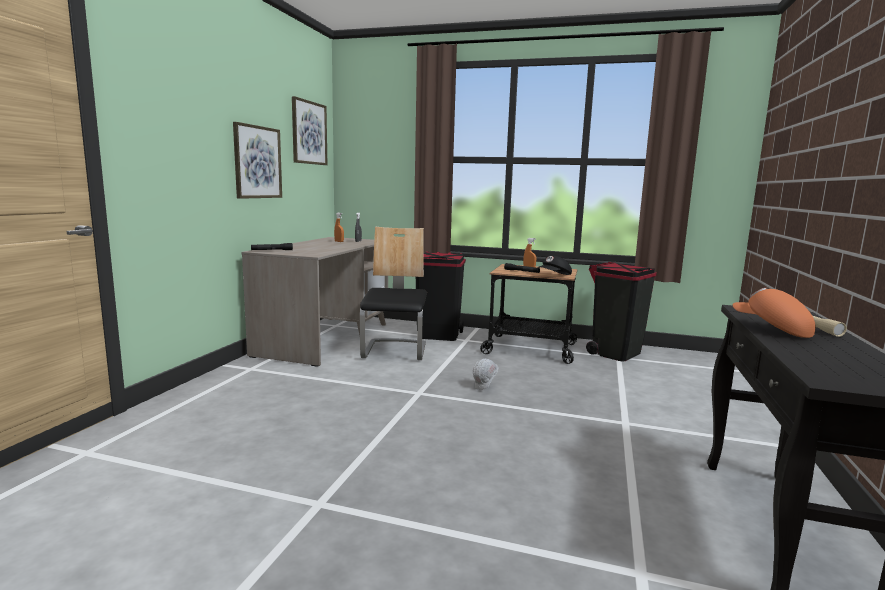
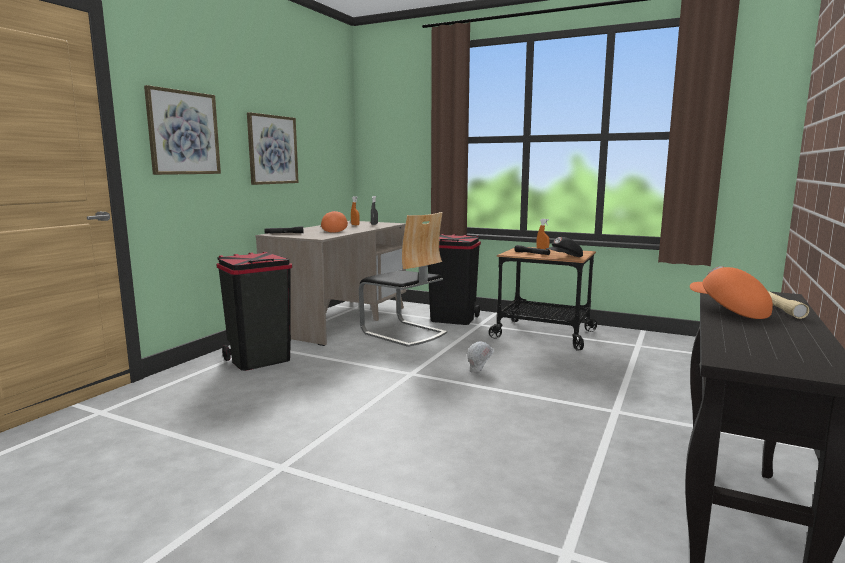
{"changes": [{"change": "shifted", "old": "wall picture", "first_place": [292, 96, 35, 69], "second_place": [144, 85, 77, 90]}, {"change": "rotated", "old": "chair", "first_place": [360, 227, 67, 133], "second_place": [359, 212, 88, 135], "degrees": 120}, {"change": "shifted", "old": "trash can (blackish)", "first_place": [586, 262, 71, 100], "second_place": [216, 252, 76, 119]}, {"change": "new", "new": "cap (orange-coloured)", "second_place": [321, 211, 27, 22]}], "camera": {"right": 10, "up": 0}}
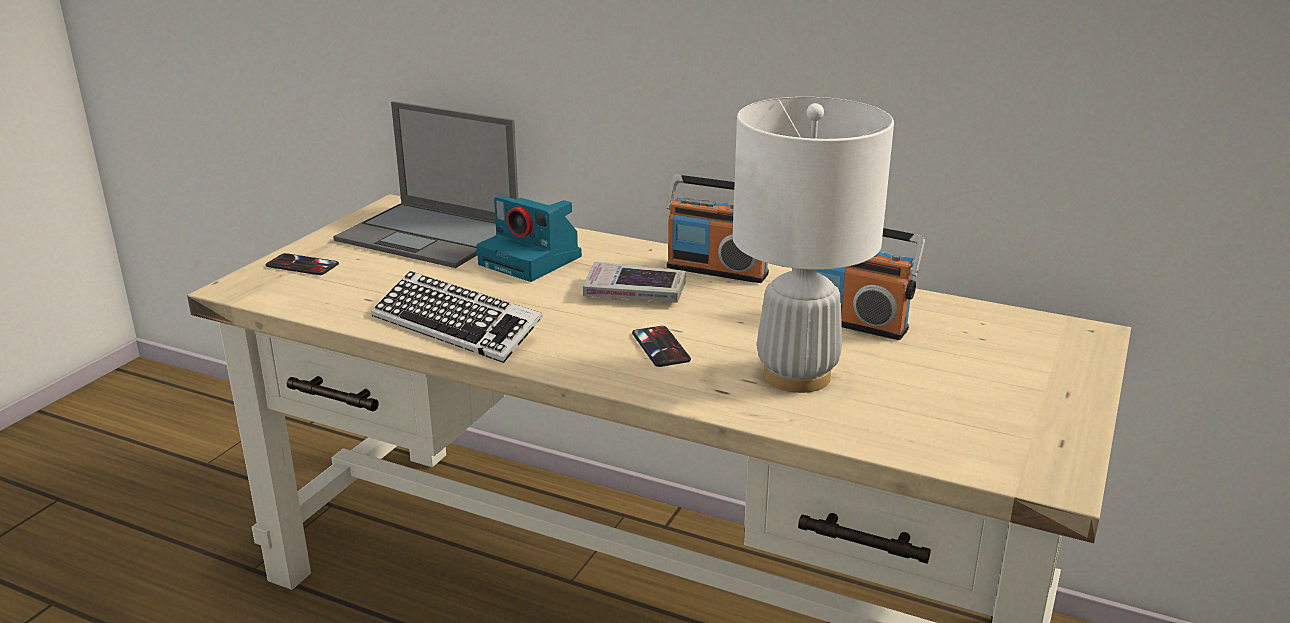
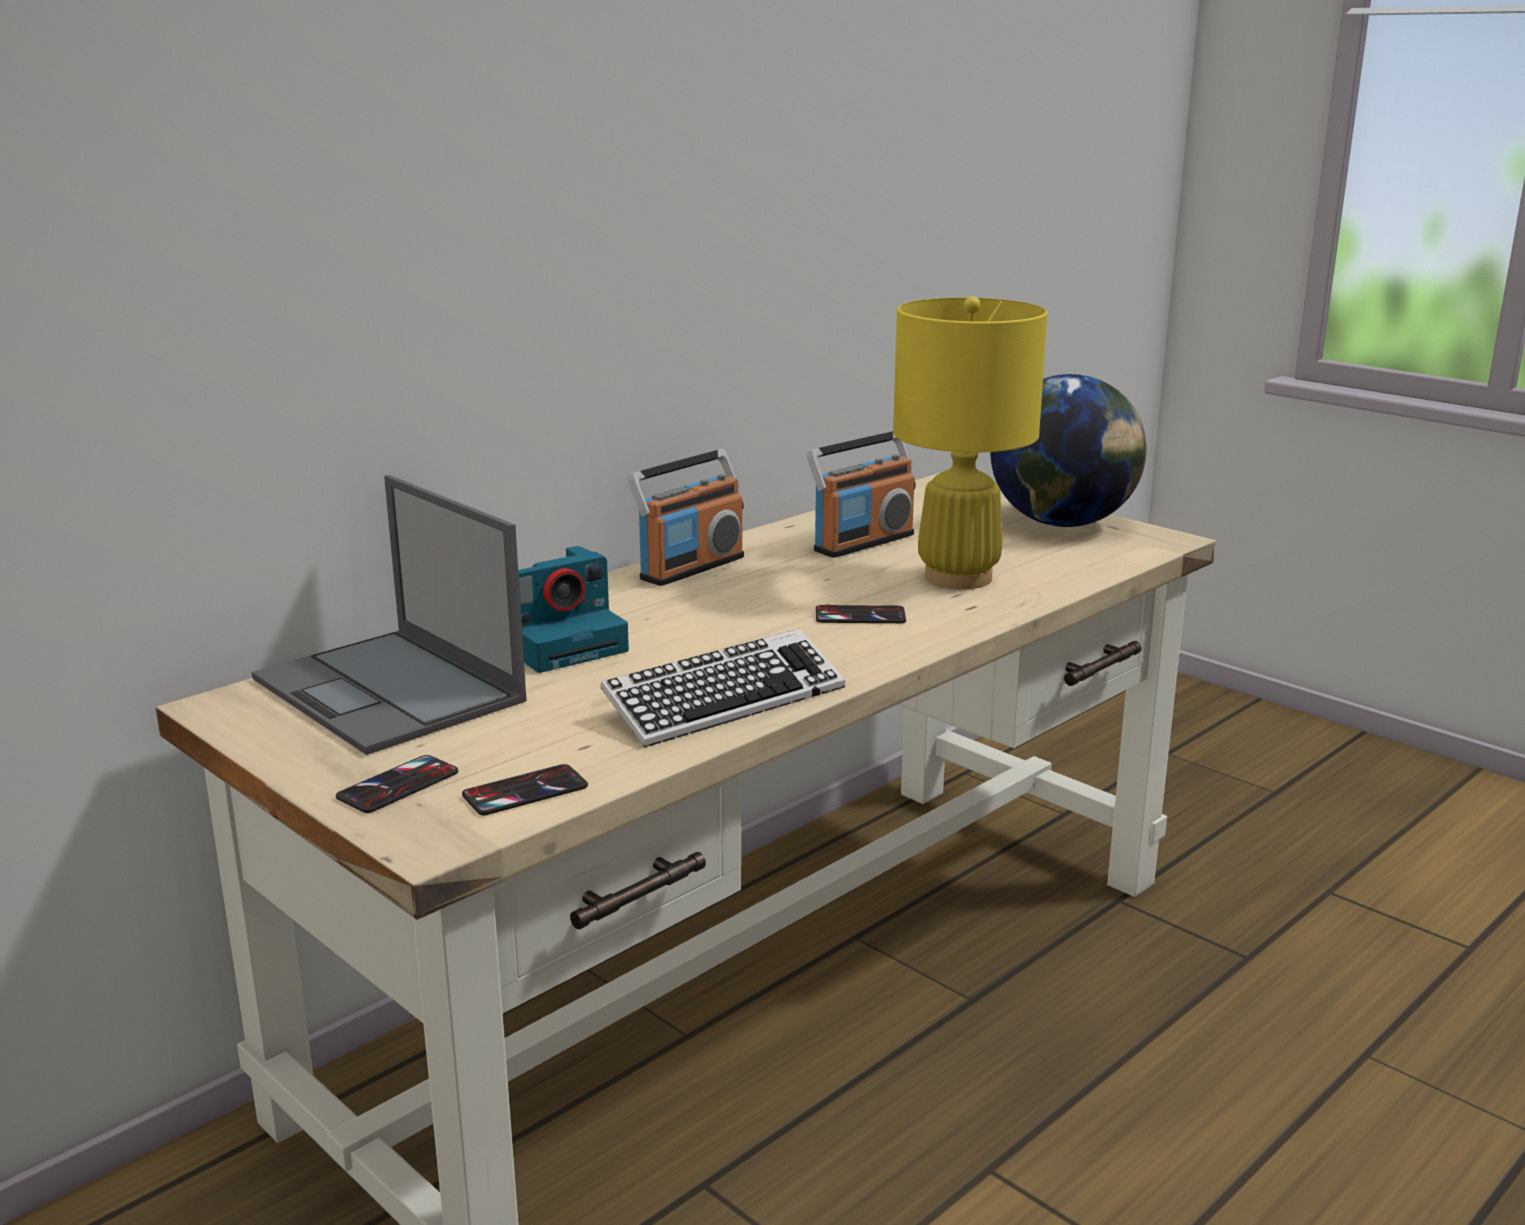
{"changes": [{"change": "rotated", "old": "laptop", "first_place": [333, 101, 185, 167], "second_place": [252, 475, 275, 280], "degrees": 90}, {"change": "gone", "old": "volume", "first_place": [583, 261, 103, 42]}, {"change": "repainted", "old": "table lamp (white-coloured)", "new": "table lamp (yellow-coloured)", "first_place": [732, 97, 162, 296], "second_place": [893, 296, 155, 293]}, {"change": "new", "new": "handset", "second_place": [462, 764, 126, 51]}, {"change": "new", "new": "desk globe", "second_place": [990, 374, 157, 153]}], "camera": {"right": -70, "up": -5}}
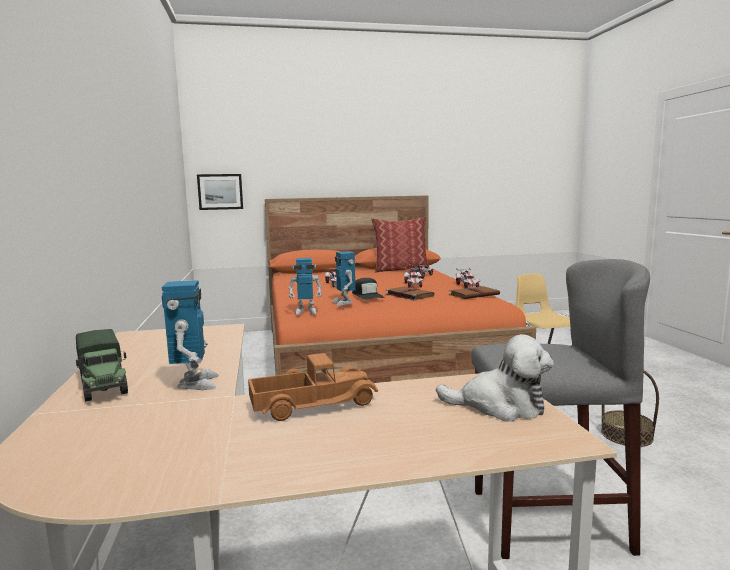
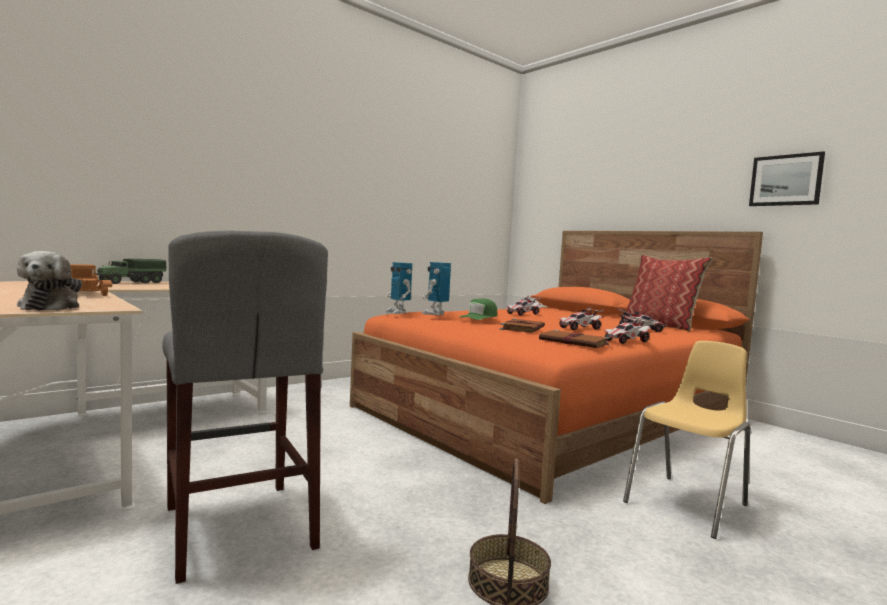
{"changes": [{"change": "gone", "old": "robot figure", "first_place": [162, 280, 57, 110]}, {"change": "shifted", "old": "wall picture", "first_place": [197, 174, 46, 36], "second_place": [749, 151, 76, 55]}, {"change": "repainted", "old": "cap (blackish)", "new": "cap (green-coloured)", "first_place": [352, 278, 32, 22], "second_place": [460, 298, 37, 22]}], "camera": {"right": 60, "up": -5}}
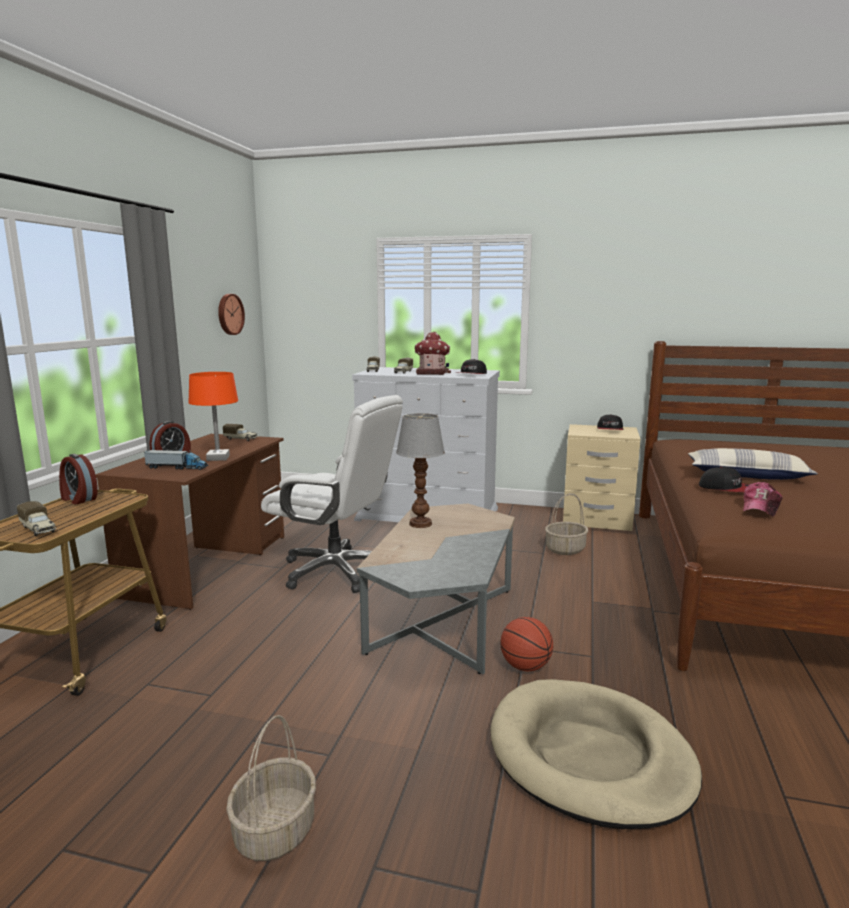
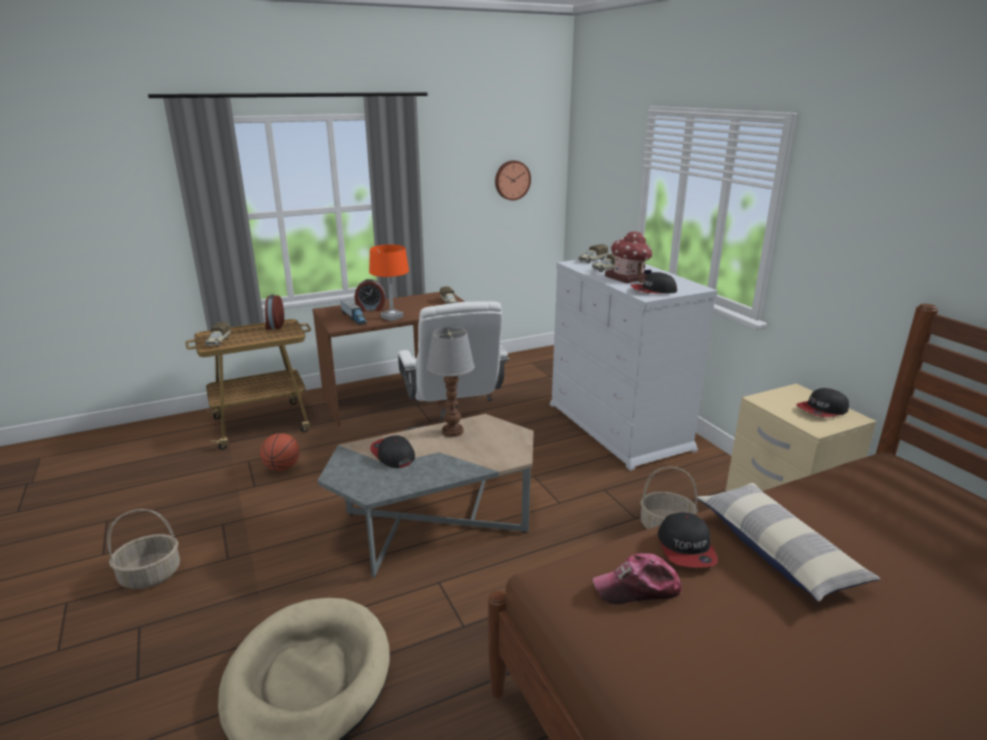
{"changes": [{"change": "shifted", "old": "basketball ball", "first_place": [501, 617, 52, 54], "second_place": [260, 433, 40, 38]}, {"change": "new", "new": "cap", "second_place": [370, 435, 45, 33]}], "camera": {"right": 50, "up": 10}}
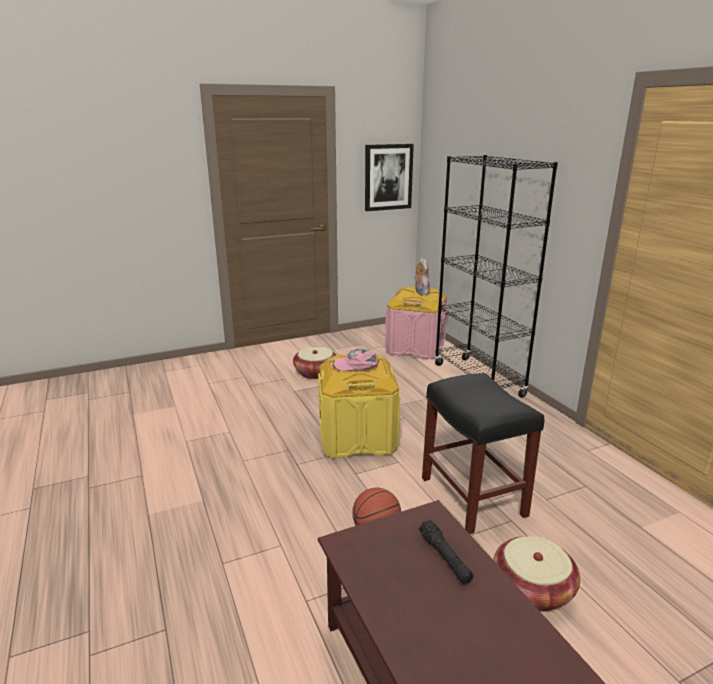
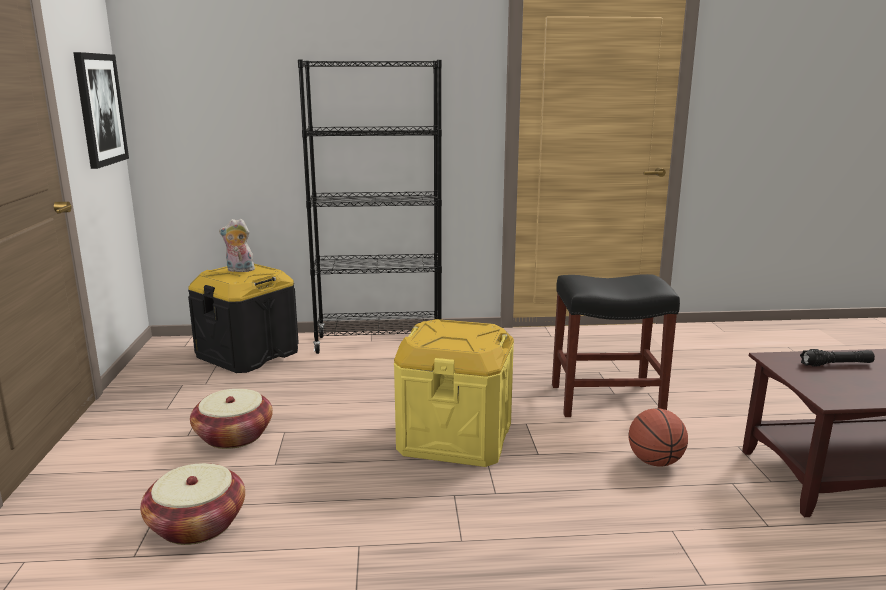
{"changes": [{"change": "gone", "old": "cap (pinkish)", "first_place": [332, 349, 47, 22]}, {"change": "repainted", "old": "storage box (pinkish)", "new": "storage box (blackish)", "first_place": [385, 287, 63, 72], "second_place": [188, 264, 111, 109]}, {"change": "shifted", "old": "basket", "first_place": [493, 536, 87, 76], "second_place": [140, 463, 105, 82]}], "camera": {"right": -70, "up": -5}}
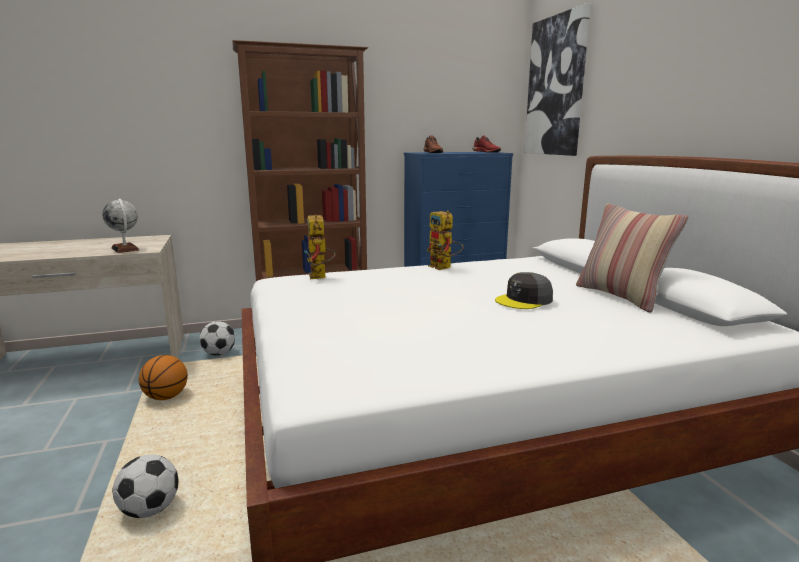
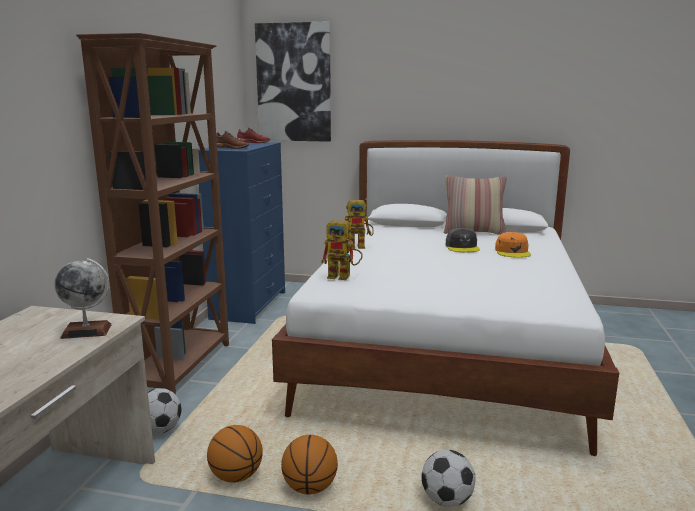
{"changes": [{"change": "new", "new": "basketball ball", "second_place": [281, 435, 57, 59]}, {"change": "new", "new": "cap (orange-coloured)", "second_place": [495, 232, 36, 26]}], "camera": {"right": -60, "up": 0}}
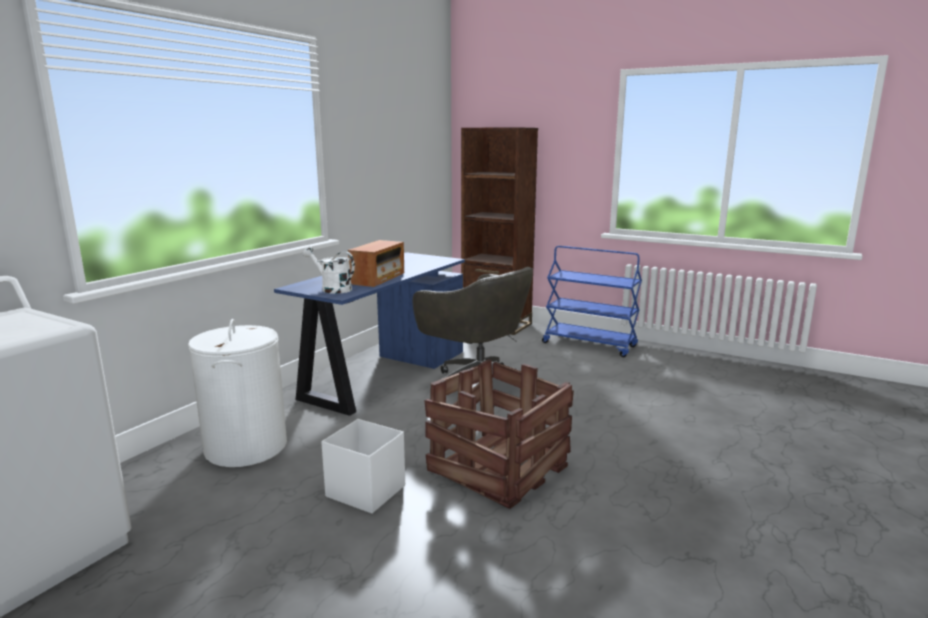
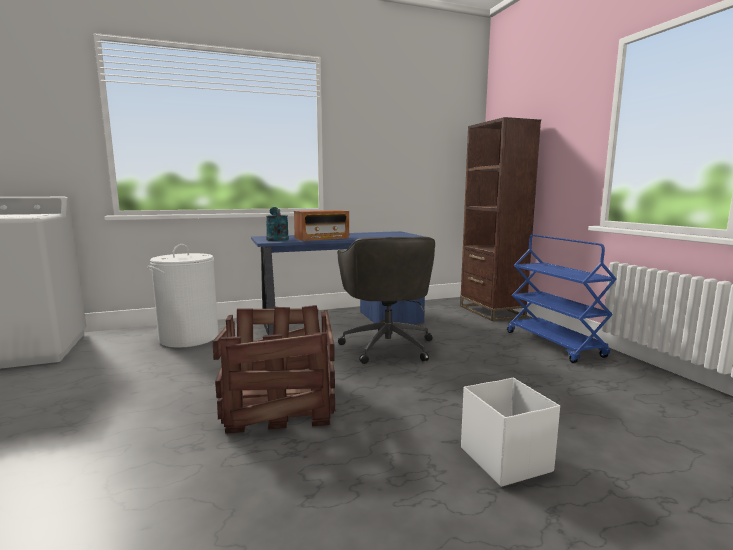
{"changes": [{"change": "repainted", "old": "watering pot (white-coloured)", "new": "watering pot (blue-green)", "first_place": [303, 246, 52, 48], "second_place": [266, 207, 23, 34]}, {"change": "shifted", "old": "storage box (white-coloured)", "first_place": [321, 419, 84, 95], "second_place": [461, 378, 99, 109]}], "camera": {"right": 40, "up": -5}}
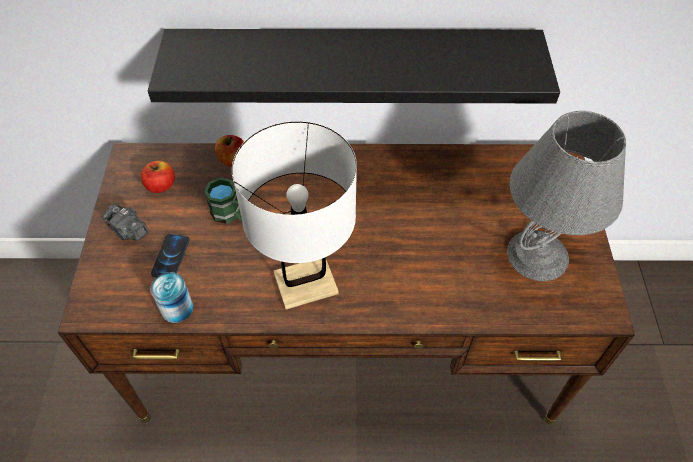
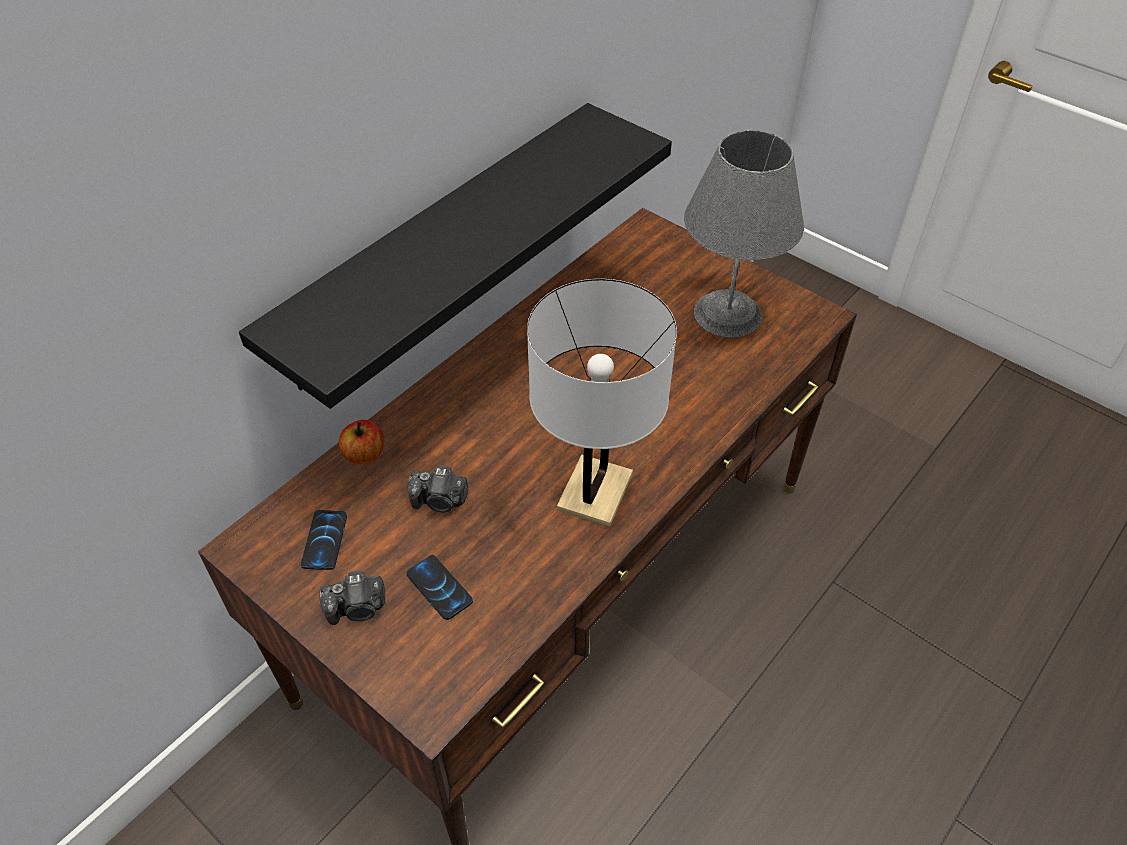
{"changes": [{"change": "swapped", "old": "apple fruit", "new": "handset", "first_place": [141, 161, 34, 32], "second_place": [301, 510, 46, 60]}, {"change": "gone", "old": "can", "first_place": [150, 272, 43, 51]}, {"change": "swapped", "old": "coffee mug (green-coloured)", "new": "still camera", "first_place": [204, 177, 38, 47], "second_place": [407, 465, 62, 47]}], "camera": {"right": -50, "up": -5}}
